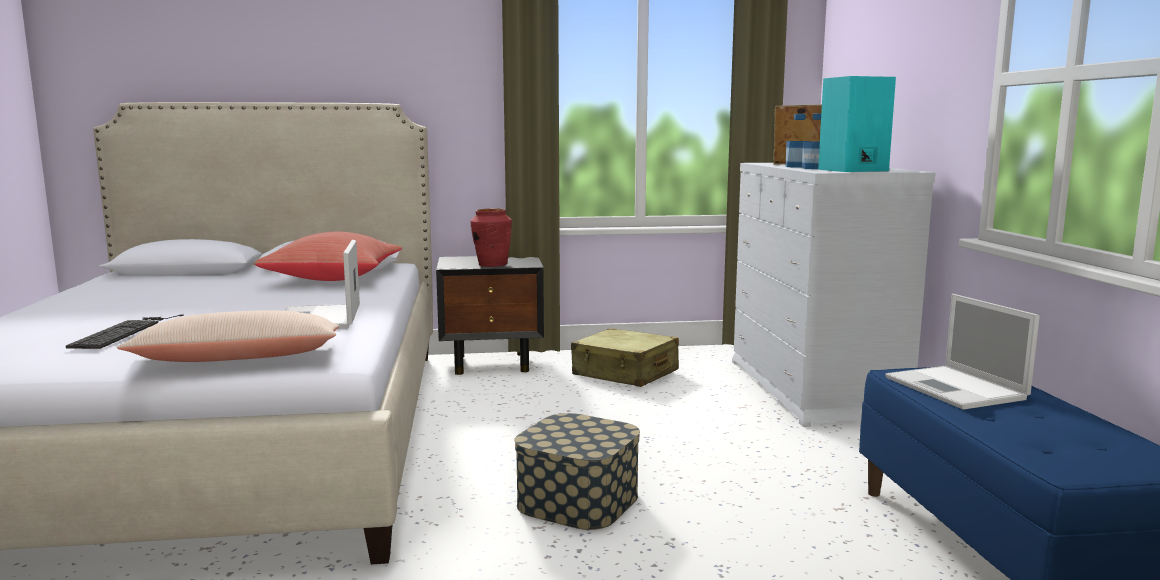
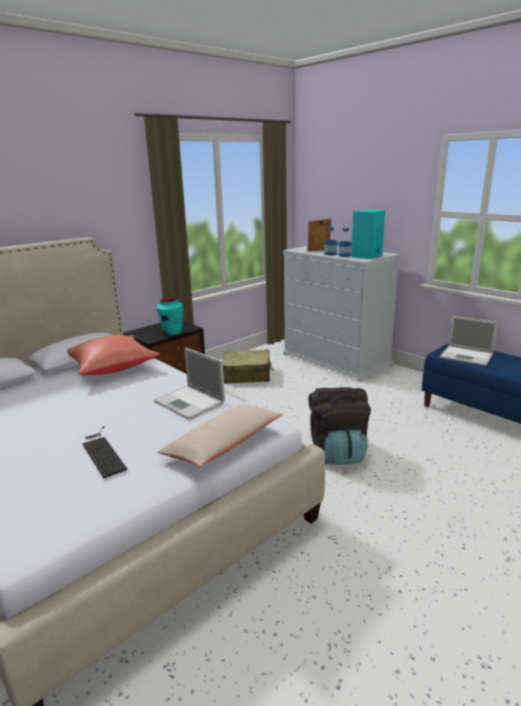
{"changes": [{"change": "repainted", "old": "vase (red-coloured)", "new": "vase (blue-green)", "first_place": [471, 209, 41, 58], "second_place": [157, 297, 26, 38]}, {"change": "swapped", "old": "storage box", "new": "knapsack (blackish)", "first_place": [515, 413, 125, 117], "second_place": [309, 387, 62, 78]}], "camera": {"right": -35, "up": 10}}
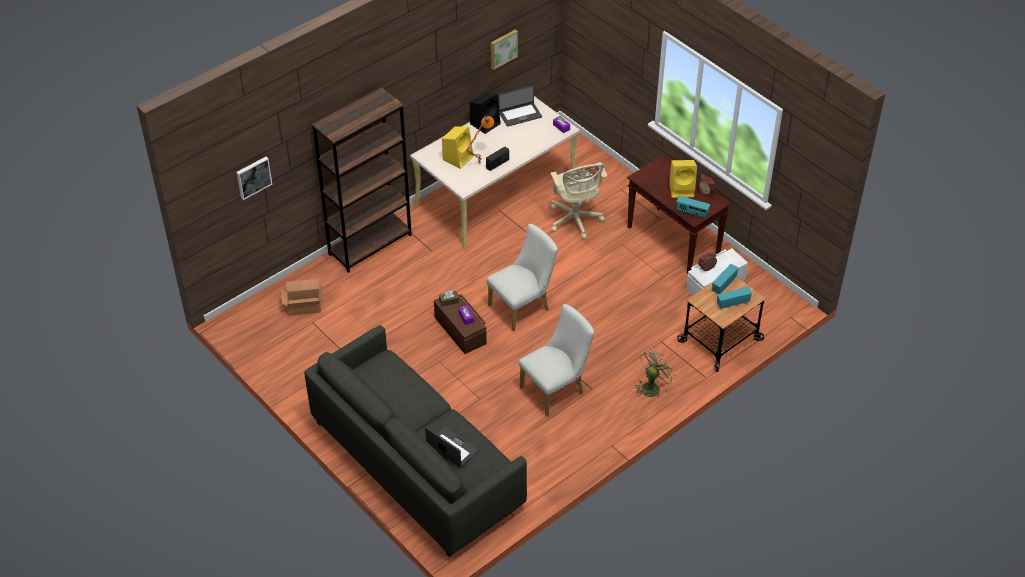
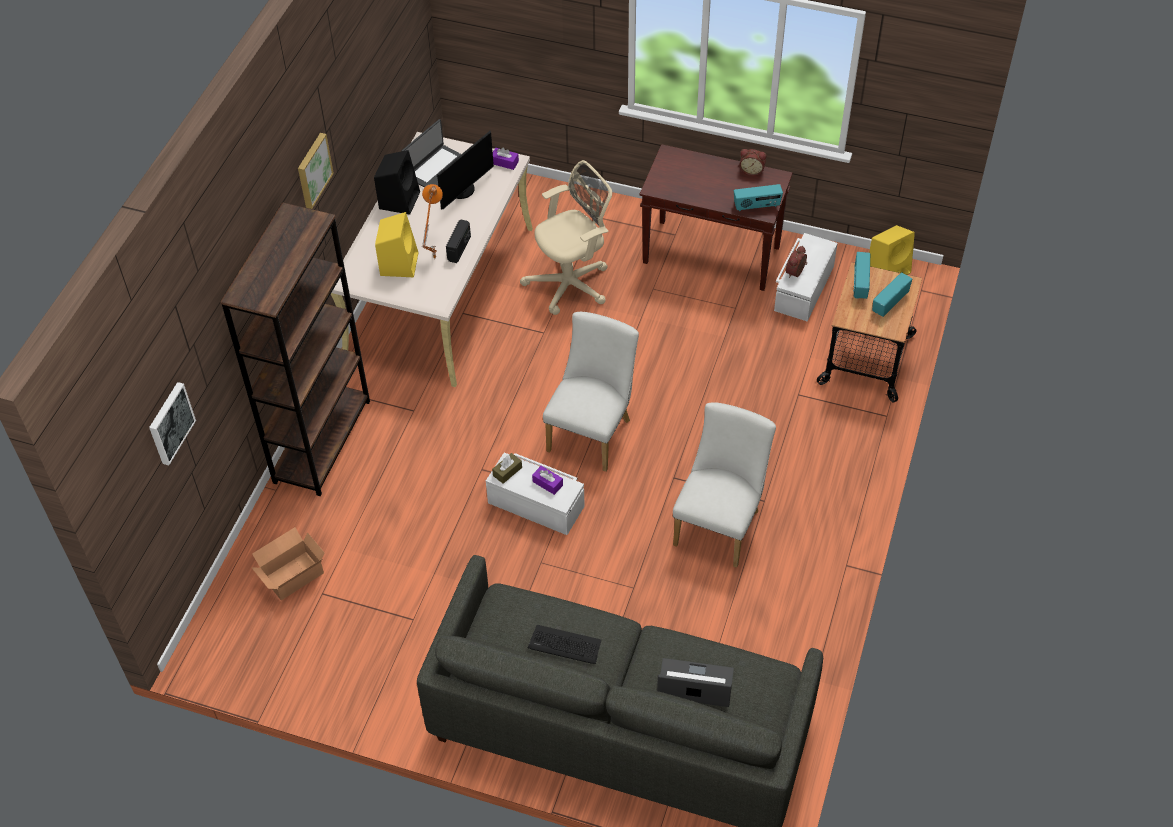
{"changes": [{"change": "repainted", "old": "storage box (brown)", "new": "storage box (white-coloured)", "first_place": [434, 291, 53, 63], "second_place": [486, 453, 99, 82]}, {"change": "shifted", "old": "wall picture", "first_place": [491, 29, 27, 41], "second_place": [298, 133, 36, 76]}, {"change": "rotated", "old": "office chair (beige-coloured)", "first_place": [551, 162, 56, 77], "second_place": [520, 160, 92, 155], "degrees": -75}, {"change": "gone", "old": "electric fan (green-coloured)", "first_place": [636, 348, 40, 49]}, {"change": "shifted", "old": "audio speaker (yellow-coloured)", "first_place": [669, 160, 28, 38], "second_place": [869, 225, 46, 50]}, {"change": "new", "new": "computer screen", "second_place": [437, 131, 57, 79]}, {"change": "new", "new": "computer keyboard", "second_place": [527, 625, 74, 39]}], "camera": {"right": -30, "up": 5}}
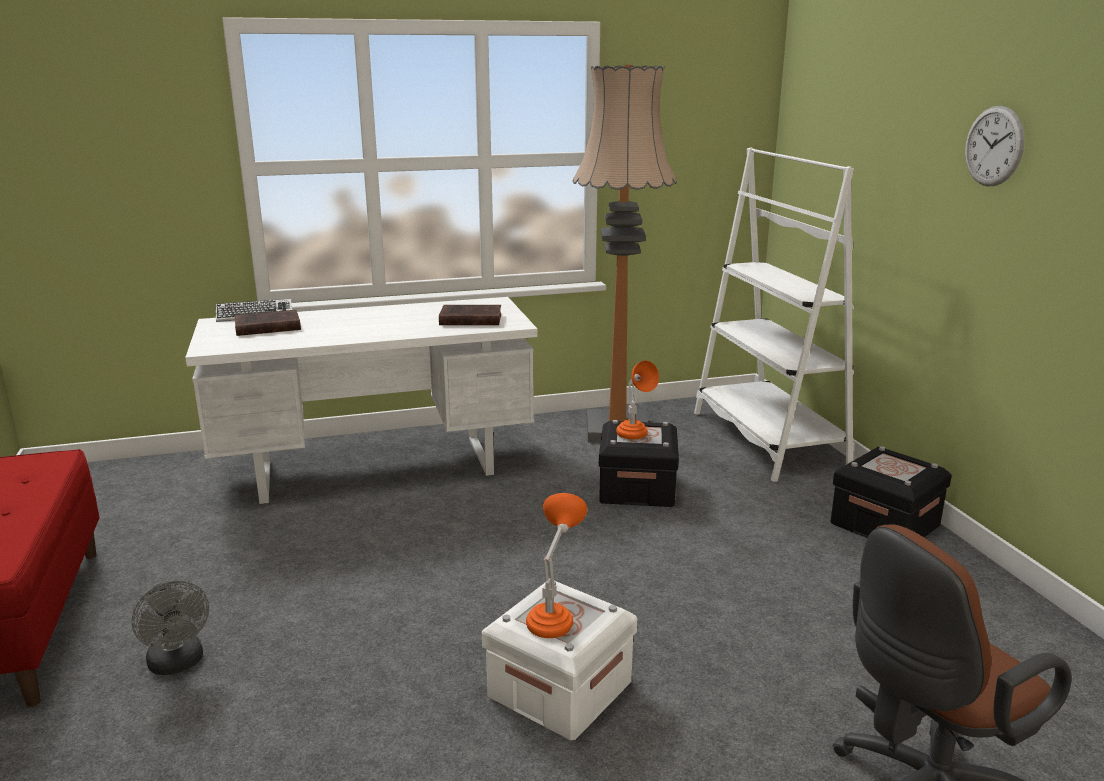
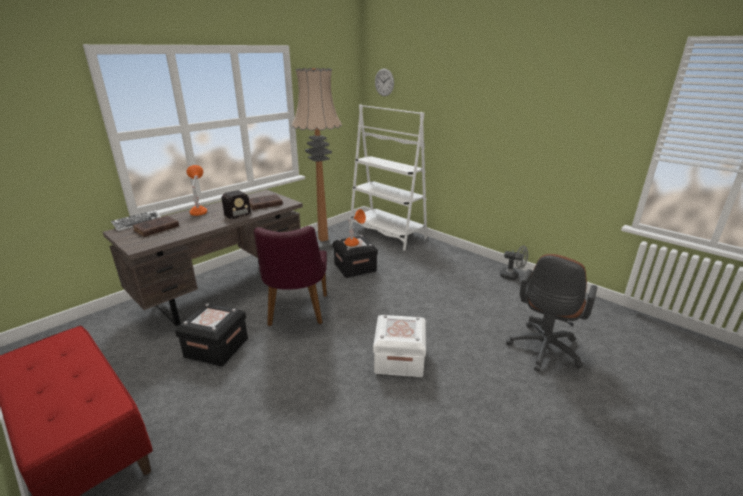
{"changes": [{"change": "shifted", "old": "electric fan (grey)", "first_place": [132, 581, 77, 94], "second_place": [500, 246, 28, 34]}, {"change": "repainted", "old": "desk table (white-coloured)", "new": "desk table (brown)", "first_place": [185, 297, 353, 207], "second_place": [103, 190, 200, 136]}, {"change": "shifted", "old": "table lamp (orange-coloured)", "first_place": [526, 493, 61, 145], "second_place": [186, 165, 21, 51]}, {"change": "shifted", "old": "storage box (blackish)", "first_place": [831, 446, 121, 92], "second_place": [175, 303, 73, 63]}, {"change": "shifted", "old": "hanging clock", "first_place": [965, 106, 60, 80], "second_place": [375, 68, 19, 28]}, {"change": "new", "new": "radio set", "second_place": [210, 190, 41, 32]}, {"change": "new", "new": "chair (purple)", "second_place": [254, 226, 73, 100]}], "camera": {"right": -30, "up": 5}}
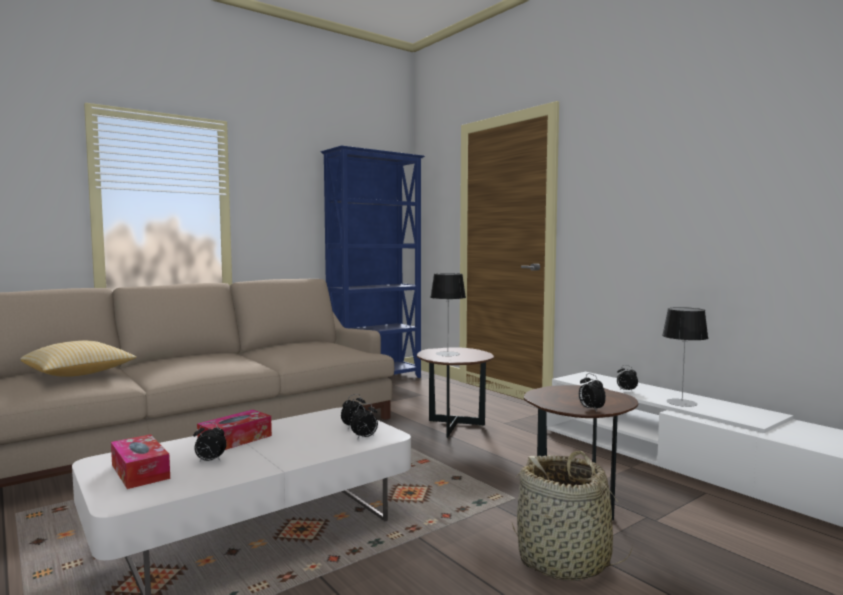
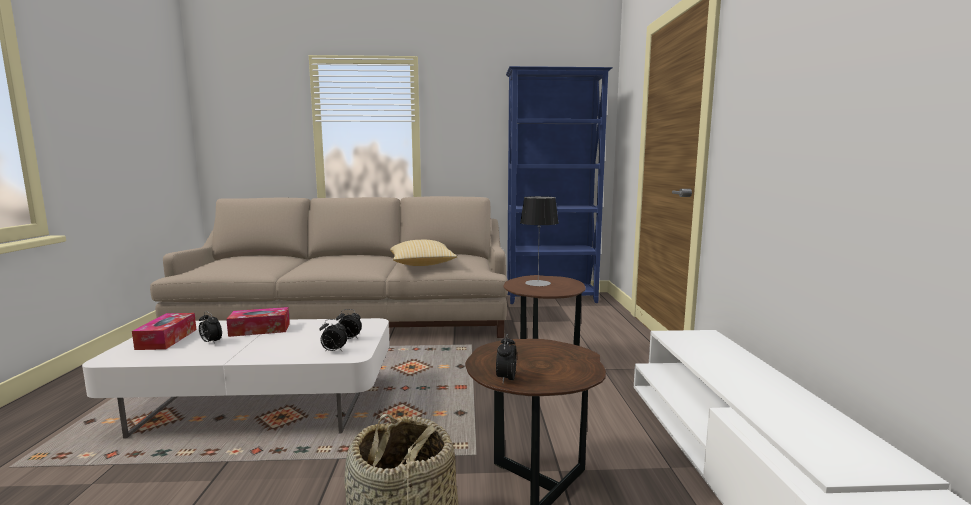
{"changes": [{"change": "shifted", "old": "cushion", "first_place": [21, 340, 115, 37], "second_place": [390, 240, 67, 26]}, {"change": "gone", "old": "table clock", "first_place": [617, 365, 21, 26]}, {"change": "gone", "old": "table lamp", "first_place": [662, 307, 46, 100]}], "camera": {"right": 35, "up": 5}}
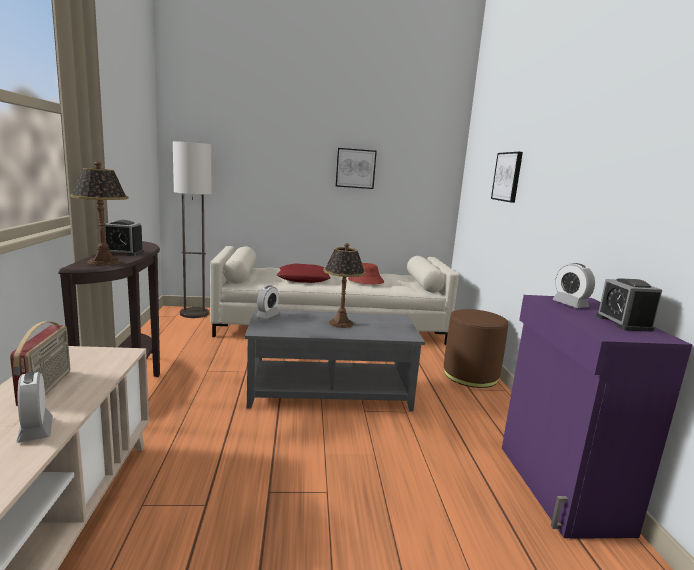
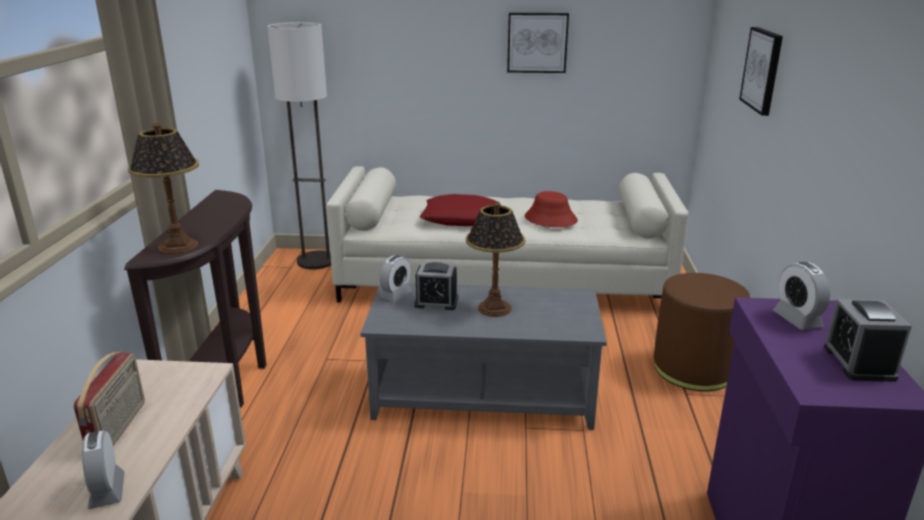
{"changes": [{"change": "shifted", "old": "table clock", "first_place": [104, 220, 40, 36], "second_place": [414, 262, 44, 48]}], "camera": {"right": 10, "up": 10}}
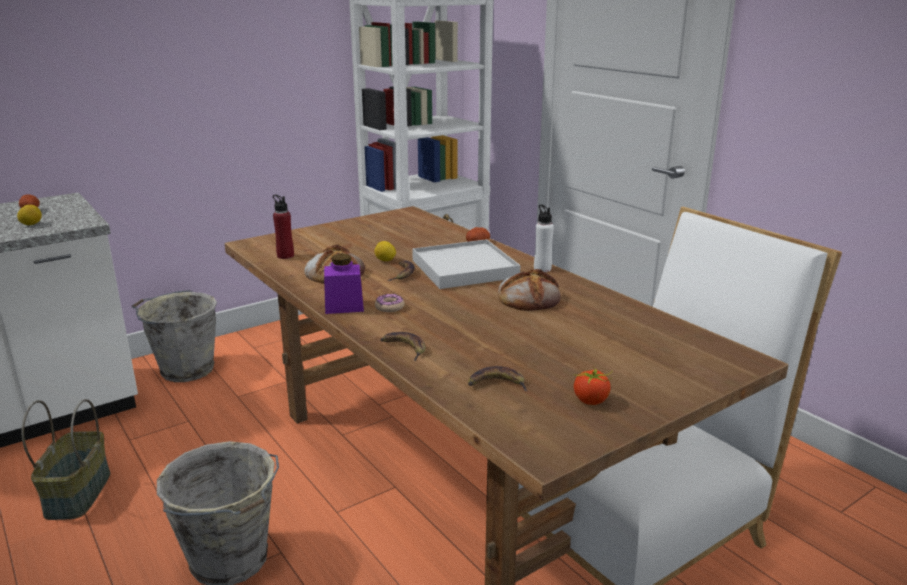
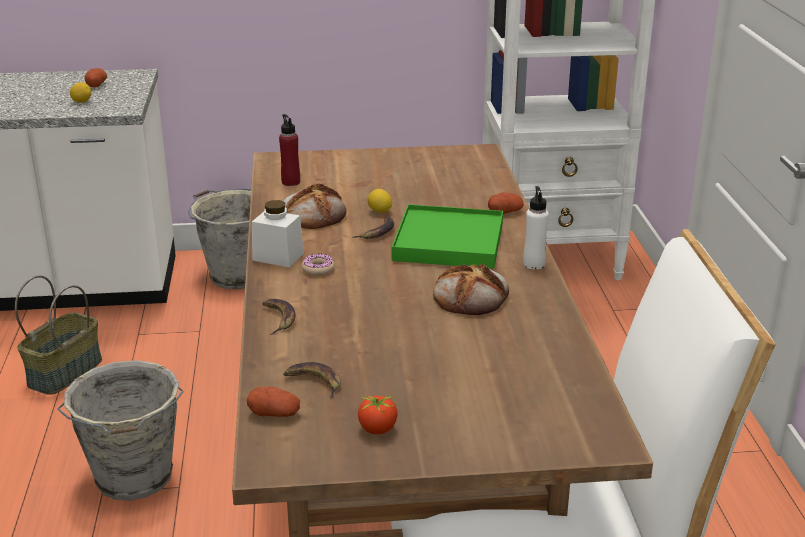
{"changes": [{"change": "repainted", "old": "jar (purple)", "new": "jar (white-coloured)", "first_place": [324, 254, 40, 60], "second_place": [252, 200, 52, 67]}, {"change": "repainted", "old": "tray (white-coloured)", "new": "tray (green-coloured)", "first_place": [412, 239, 108, 50], "second_place": [392, 204, 111, 65]}, {"change": "new", "new": "whole potato", "second_place": [247, 387, 53, 30]}], "camera": {"right": 30, "up": 5}}
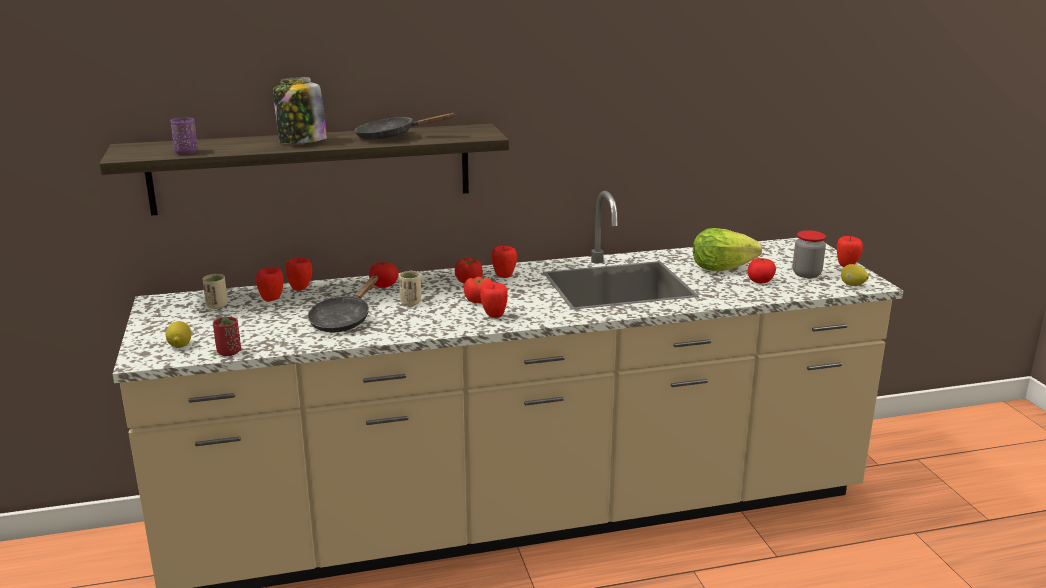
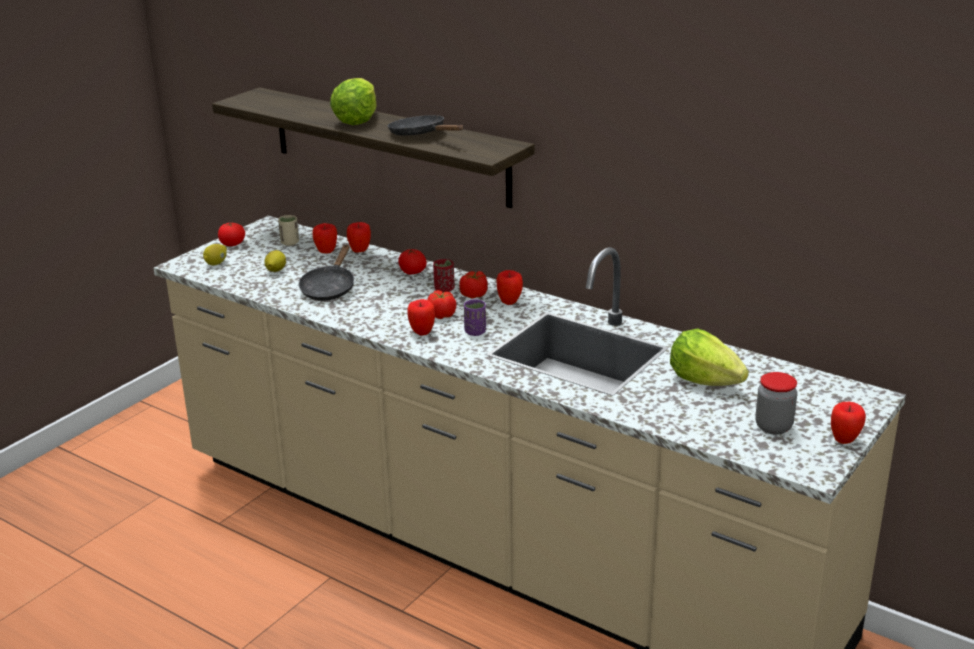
{"changes": [{"change": "shifted", "old": "small cup (purple)", "first_place": [171, 117, 27, 37], "second_place": [464, 300, 22, 36]}, {"change": "shifted", "old": "small cup (red-coloured)", "first_place": [213, 317, 28, 39], "second_place": [433, 259, 22, 34]}, {"change": "swapped", "old": "jar", "new": "lettuce", "first_place": [273, 77, 54, 67], "second_place": [330, 78, 47, 47]}, {"change": "rotated", "old": "frying pan (blackish)", "first_place": [308, 276, 70, 56], "second_place": [299, 244, 55, 57], "degrees": -60}, {"change": "gone", "old": "small cup (beige-coloured)", "first_place": [399, 271, 22, 35]}, {"change": "shifted", "old": "fresh tomato", "first_place": [748, 258, 28, 25], "second_place": [218, 223, 27, 23]}, {"change": "shifted", "old": "whole lemon", "first_place": [841, 264, 28, 22], "second_place": [264, 250, 22, 22]}], "camera": {"right": 50, "up": 5}}
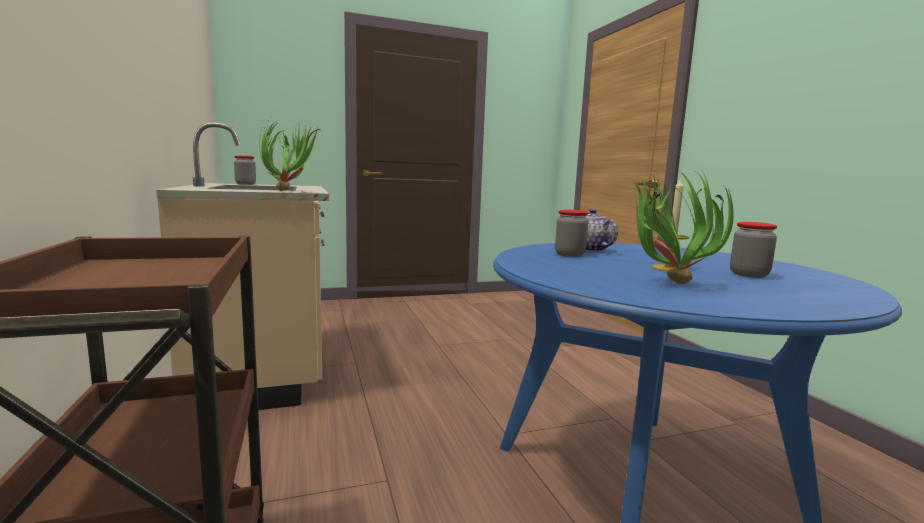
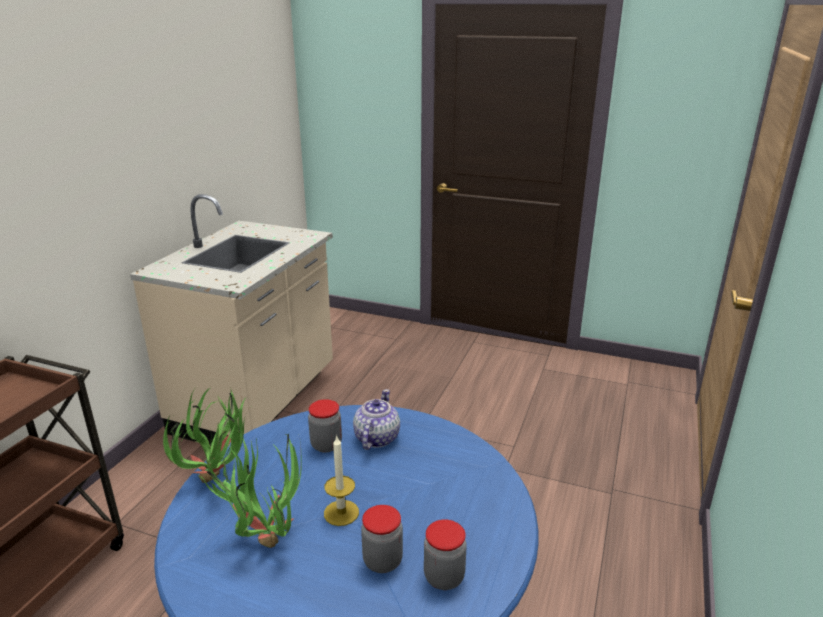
{"changes": [{"change": "shifted", "old": "jar", "first_place": [234, 155, 22, 30], "second_place": [424, 519, 43, 71]}, {"change": "shifted", "old": "potted plant", "first_place": [259, 121, 63, 70], "second_place": [163, 386, 89, 97]}], "camera": {"right": 40, "up": 15}}
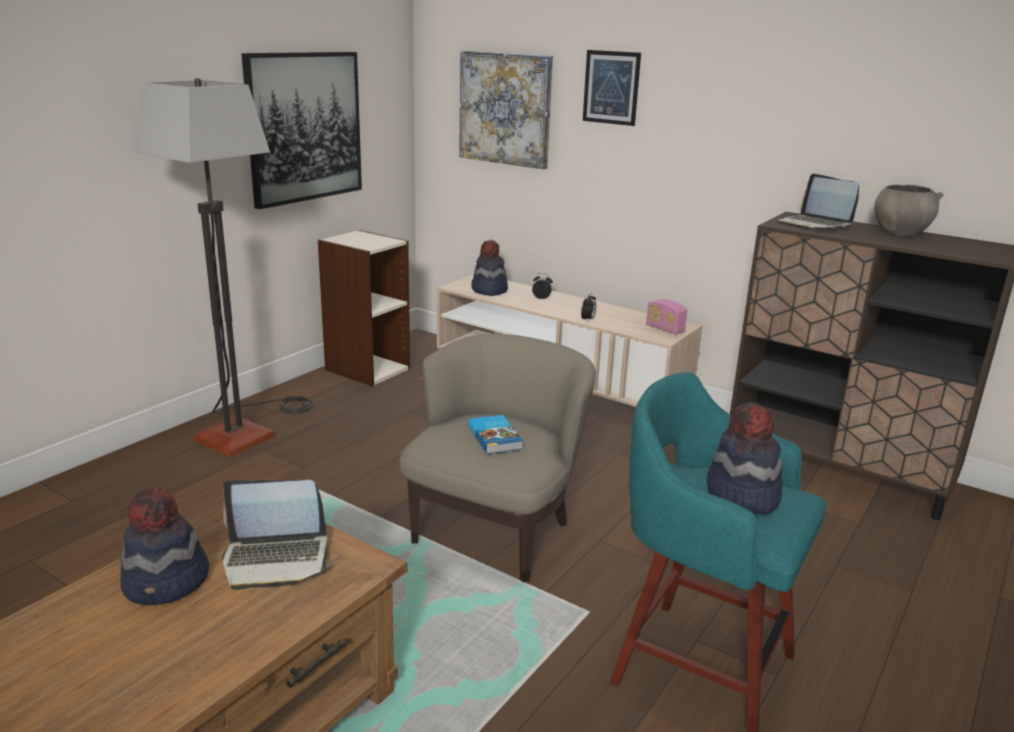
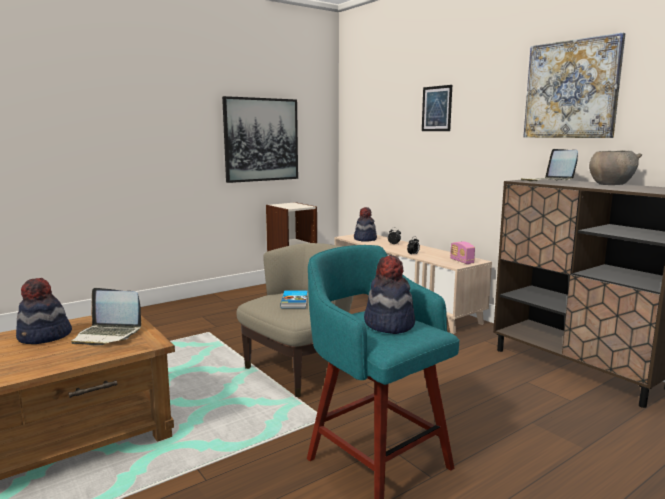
{"changes": [{"change": "gone", "old": "standard lamp", "first_place": [137, 78, 176, 379]}, {"change": "shifted", "old": "wall picture", "first_place": [459, 51, 94, 118], "second_place": [523, 32, 103, 106]}], "camera": {"right": 20, "up": -10}}
